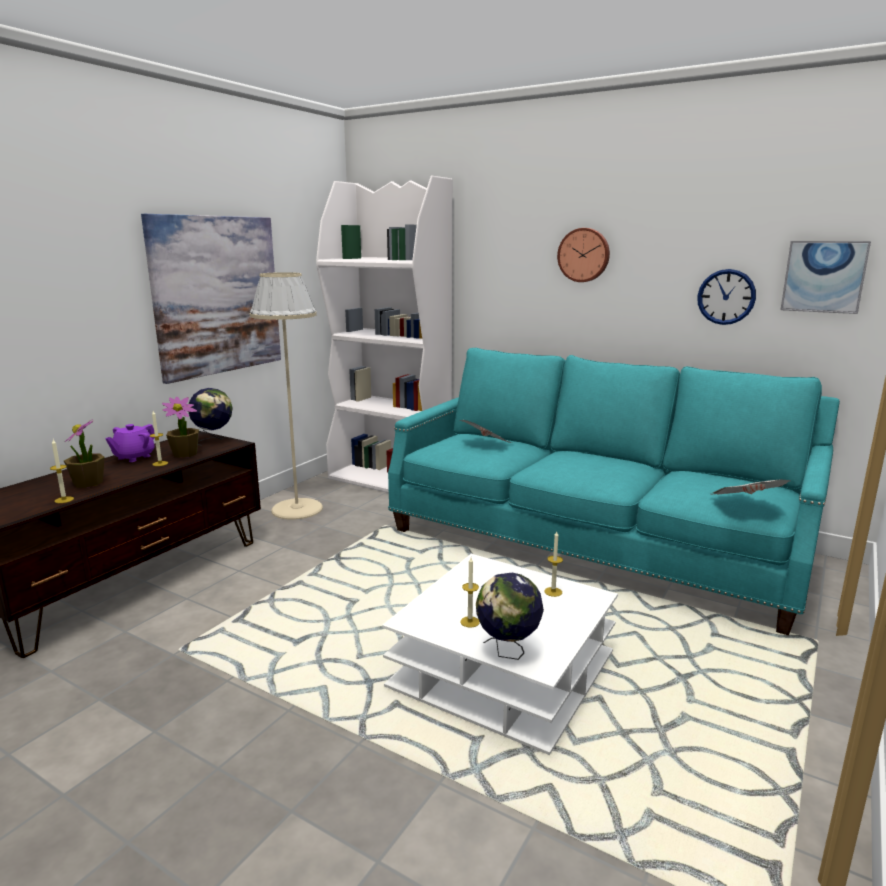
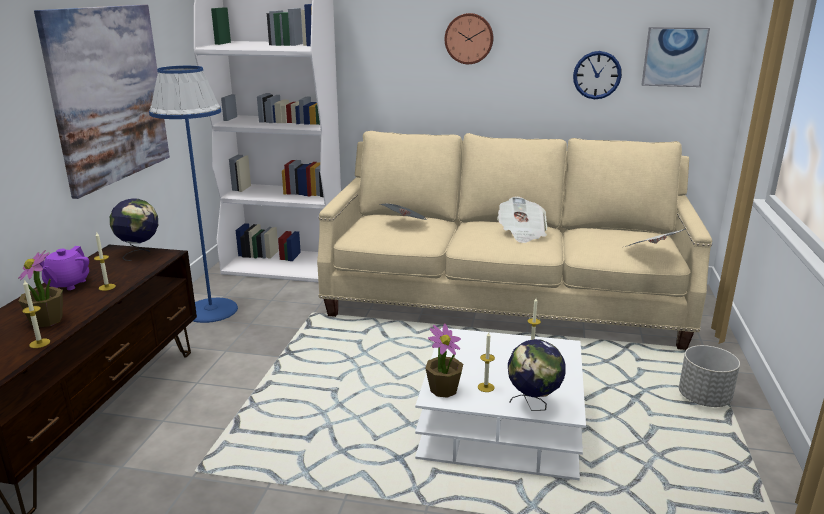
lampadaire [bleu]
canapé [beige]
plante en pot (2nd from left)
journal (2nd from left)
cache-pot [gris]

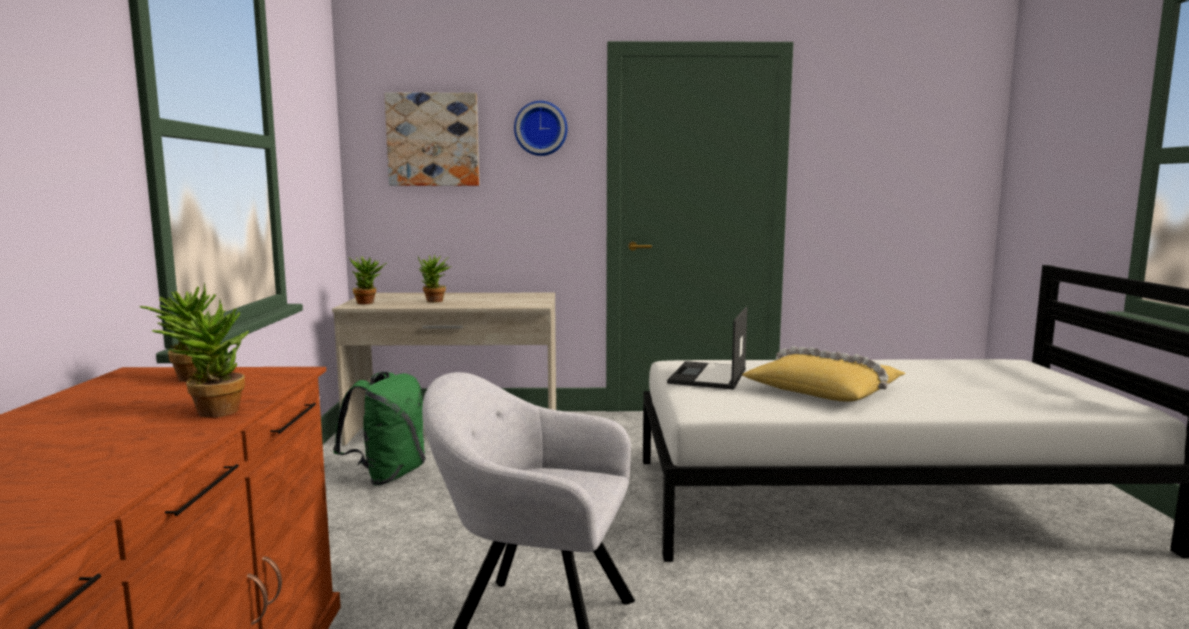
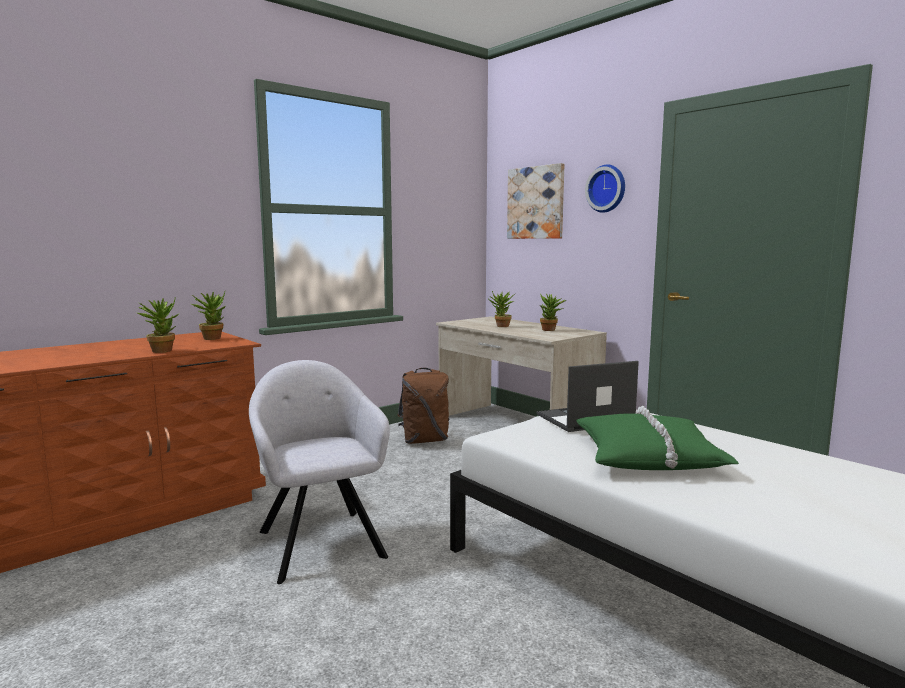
plante en pot (4th from left)
coussin [vert]
sac à dos [marron]

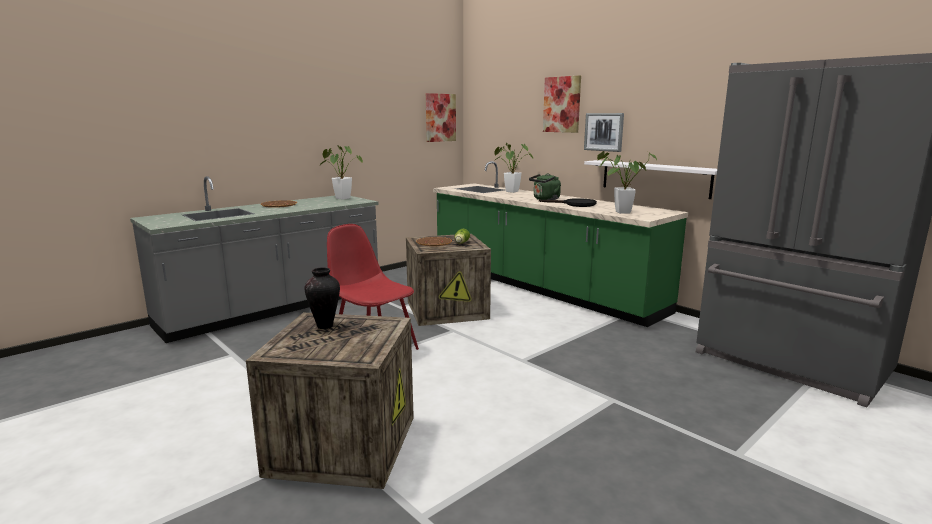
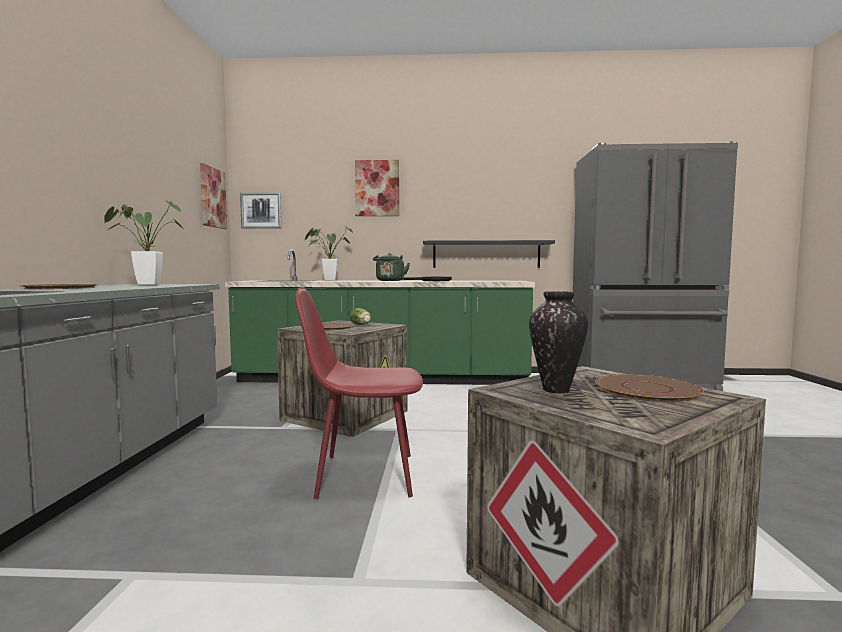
tableau (2nd from left)
plante en pot (3rd from left in the first image)
étagère [noir]
assiette [marron] (3rd from left)

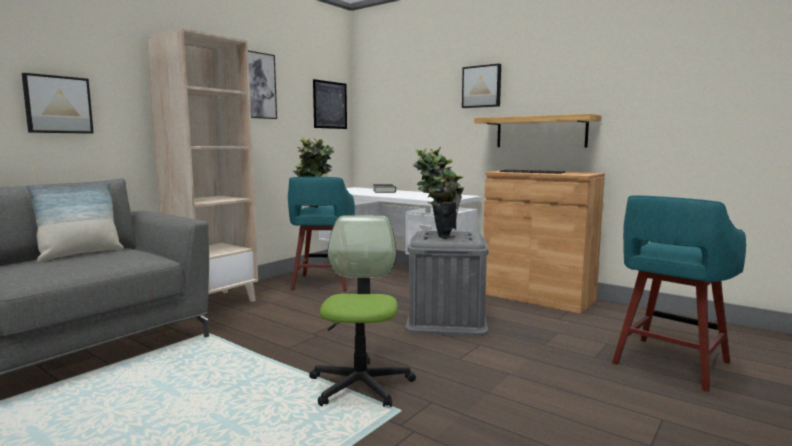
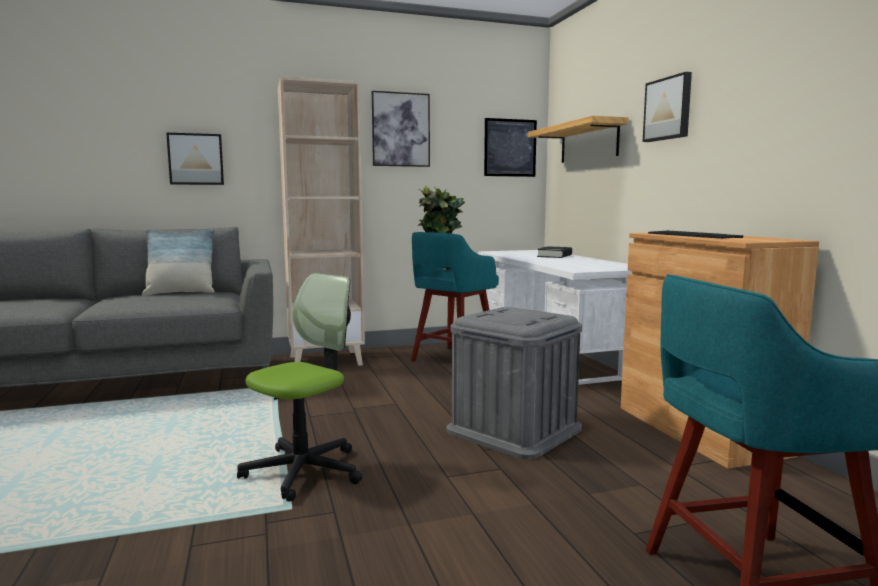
étagère
plante en pot (2nd from left in the first image)

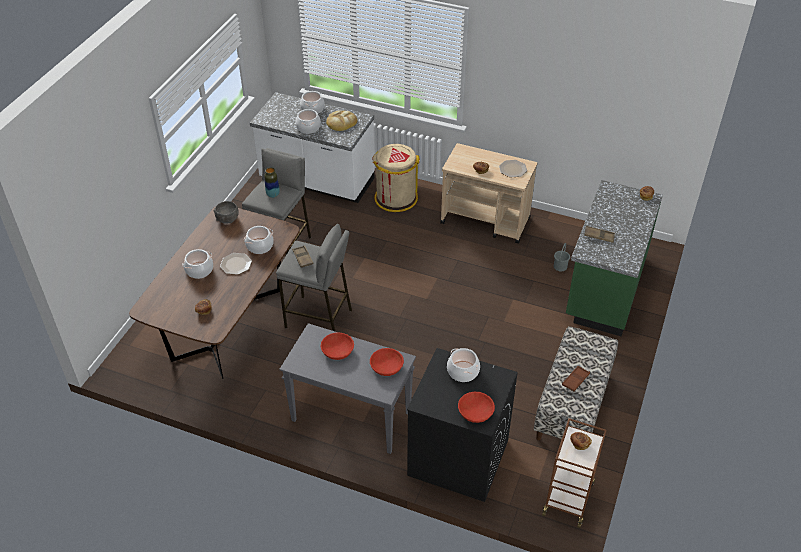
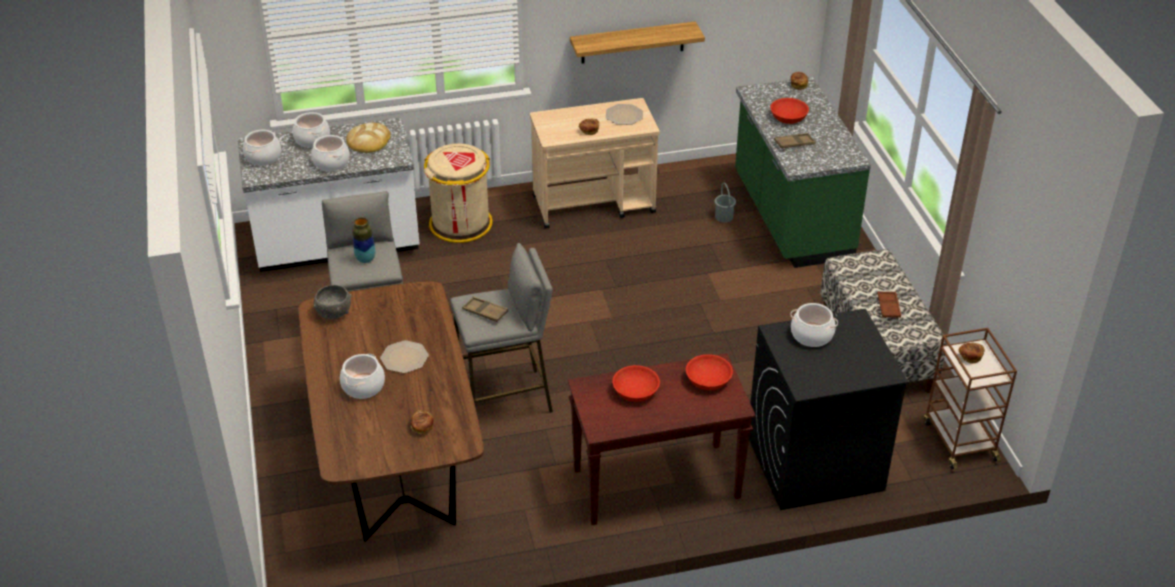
marmite (1st from left)
table console [marron]
bol [rouge] (3rd from left)
étagère

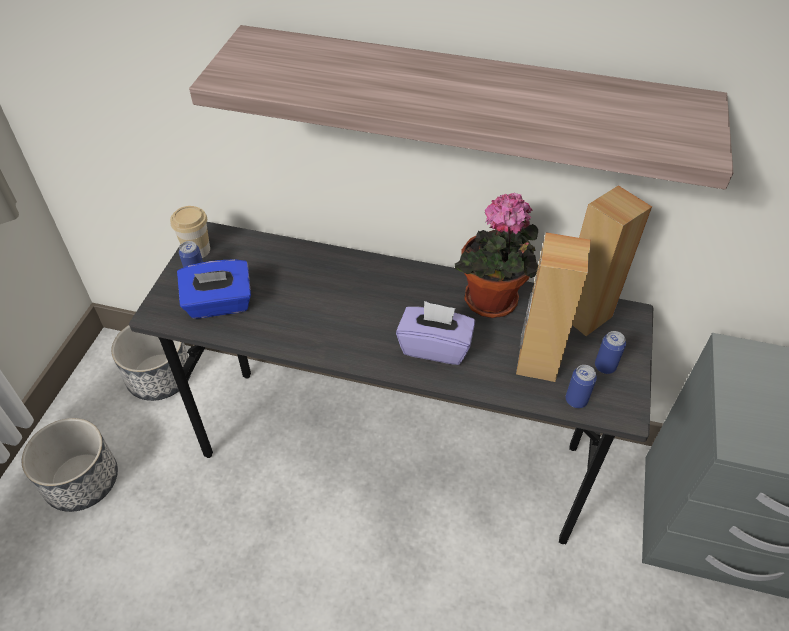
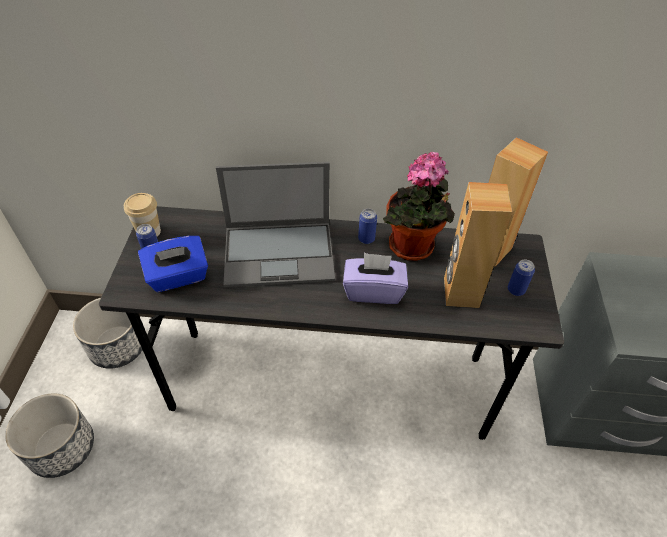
étagère
boîte métallique (2nd from left)
ordinateur portable

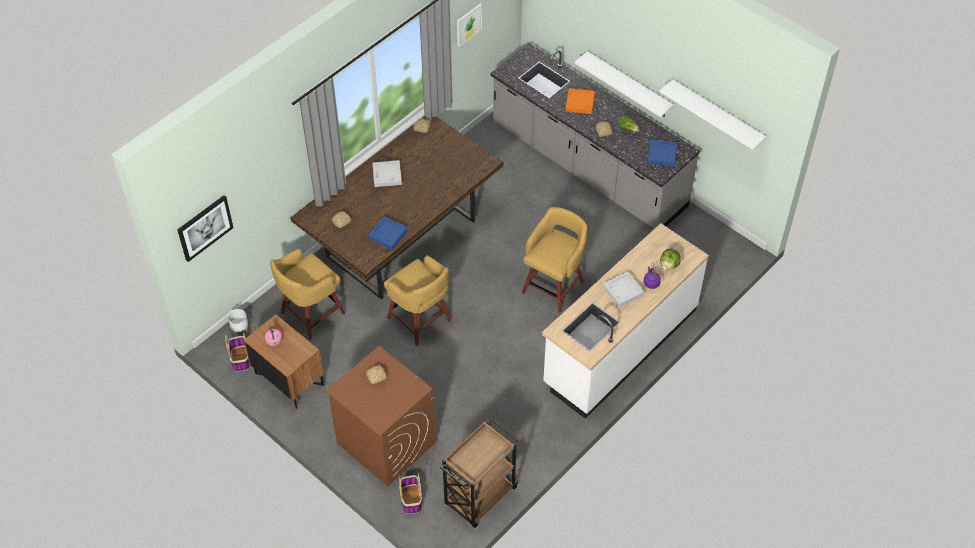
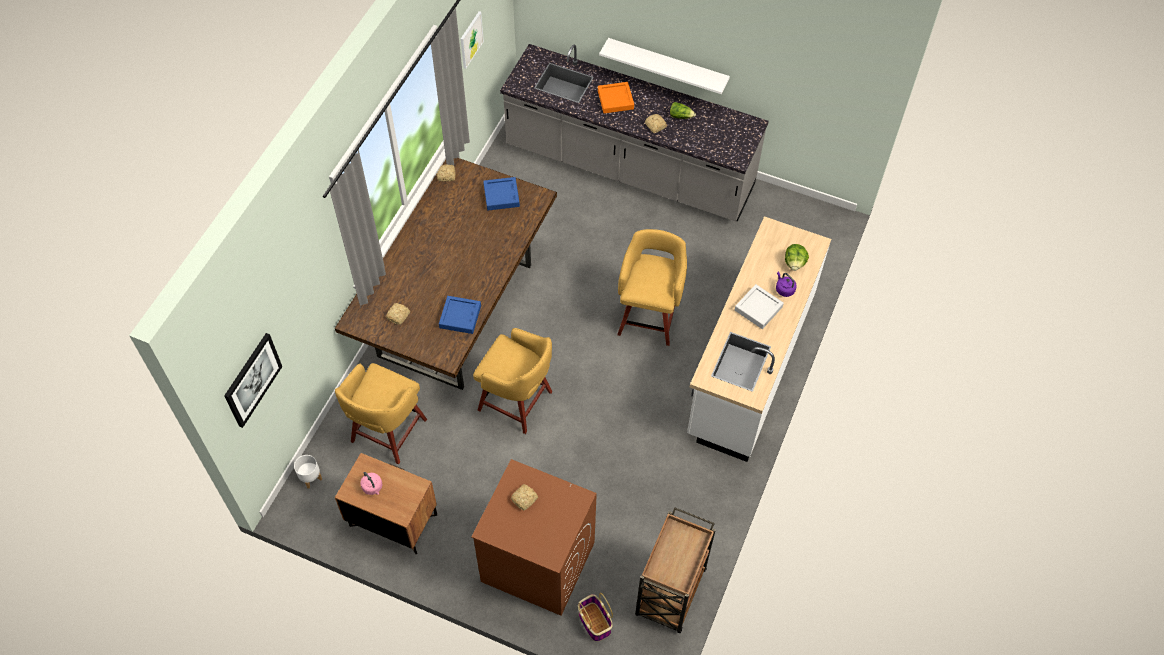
étagère [blanc] (2nd from left in the first image)
plateau [bleu] (2nd from left)
plateau [gris] (1st from left in the first image)
panier (1st from left in the first image)

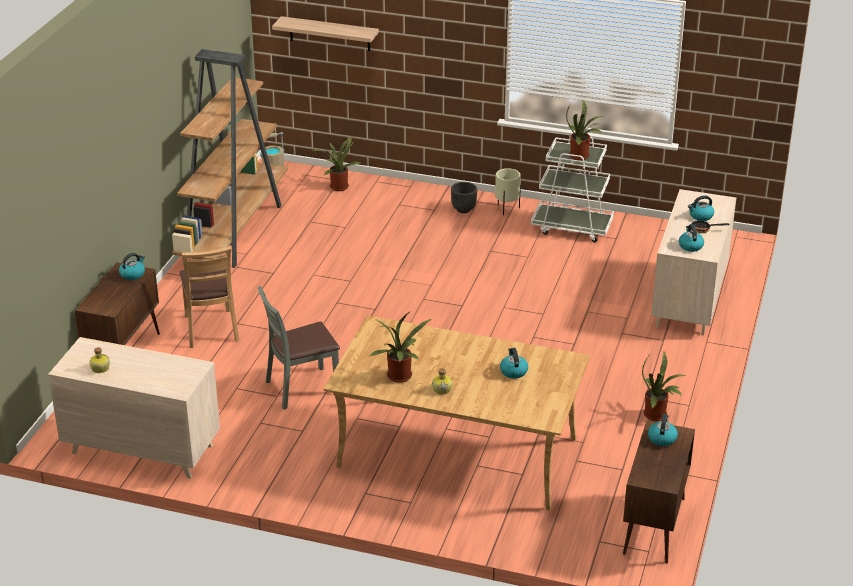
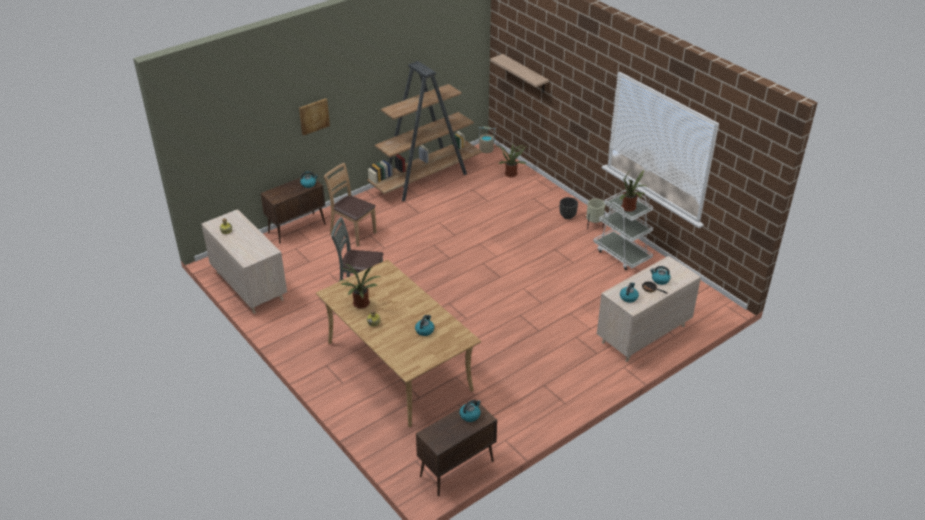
chaise [marron]
plante en pot (4th from left in the first image)
tableau

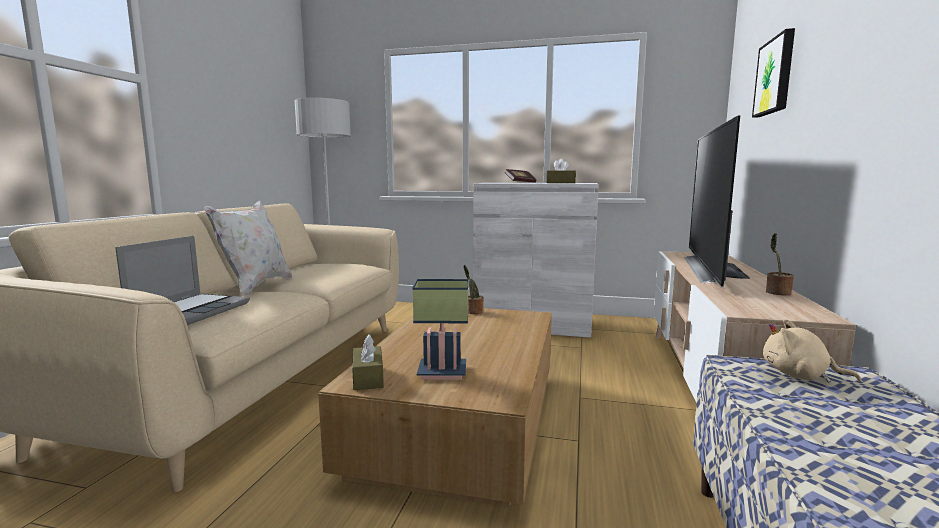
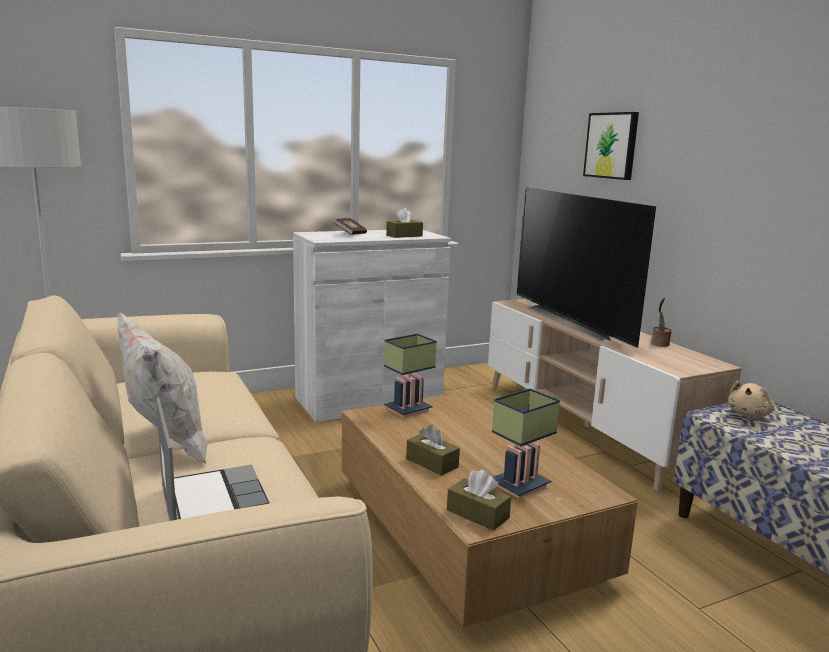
lampe de table (1st from left)
peluche [beige]
boîte à mouchoirs [marron] (2nd from left)

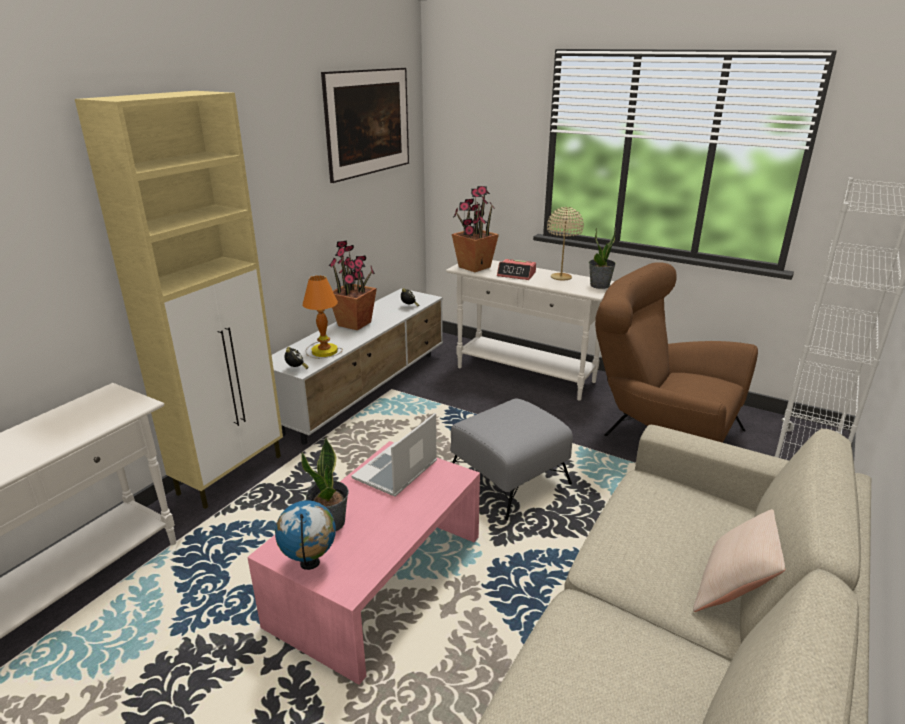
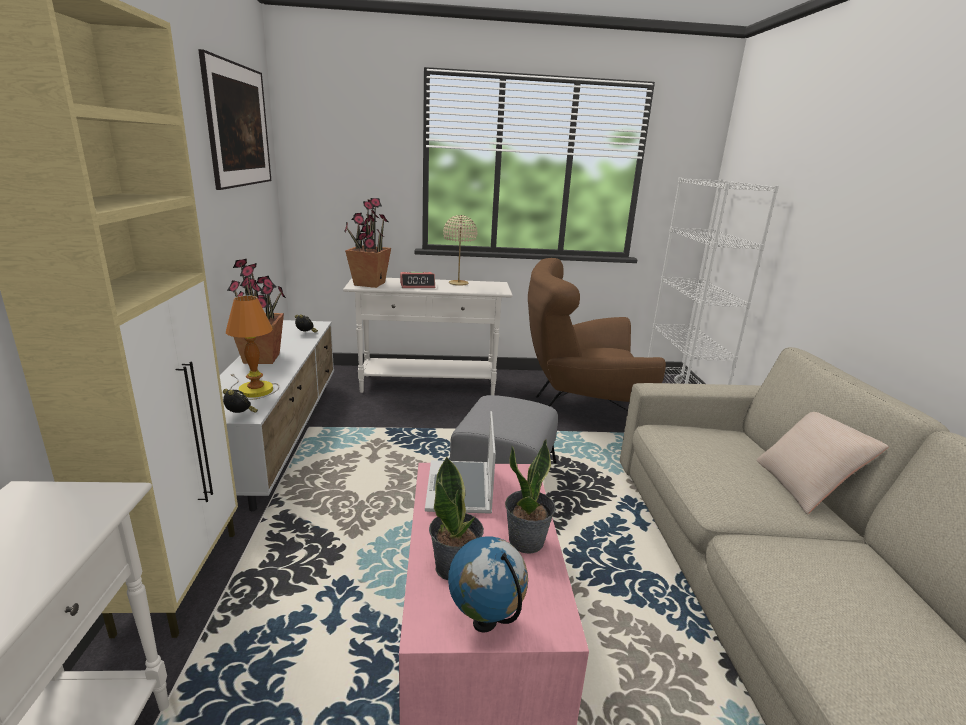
plante en pot (4th from left)

